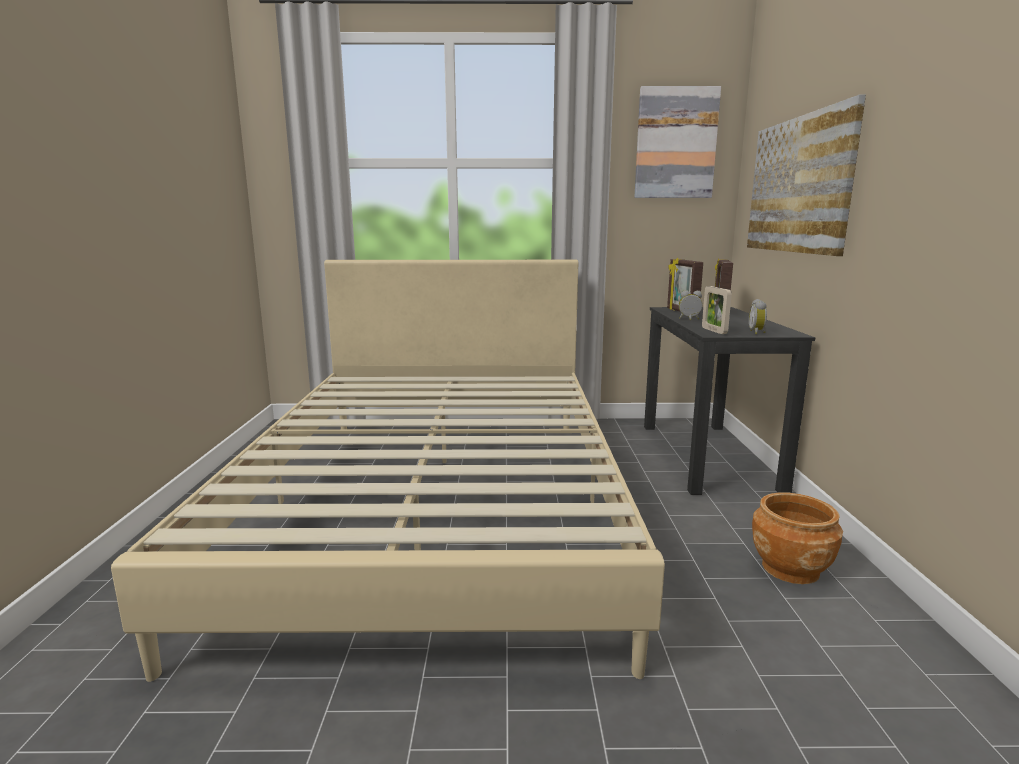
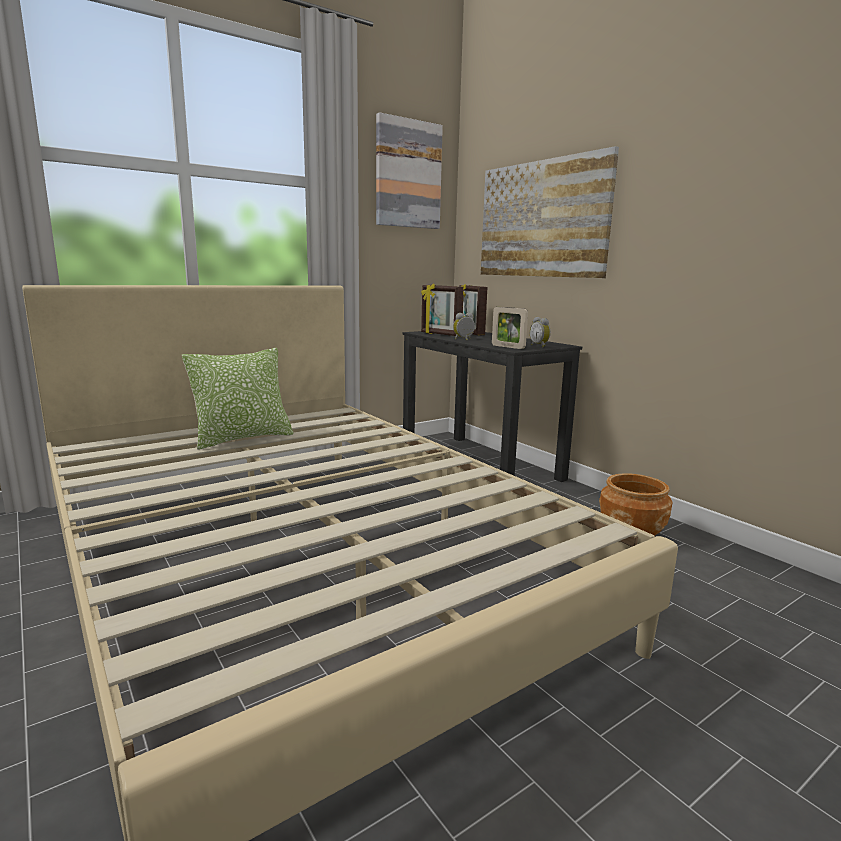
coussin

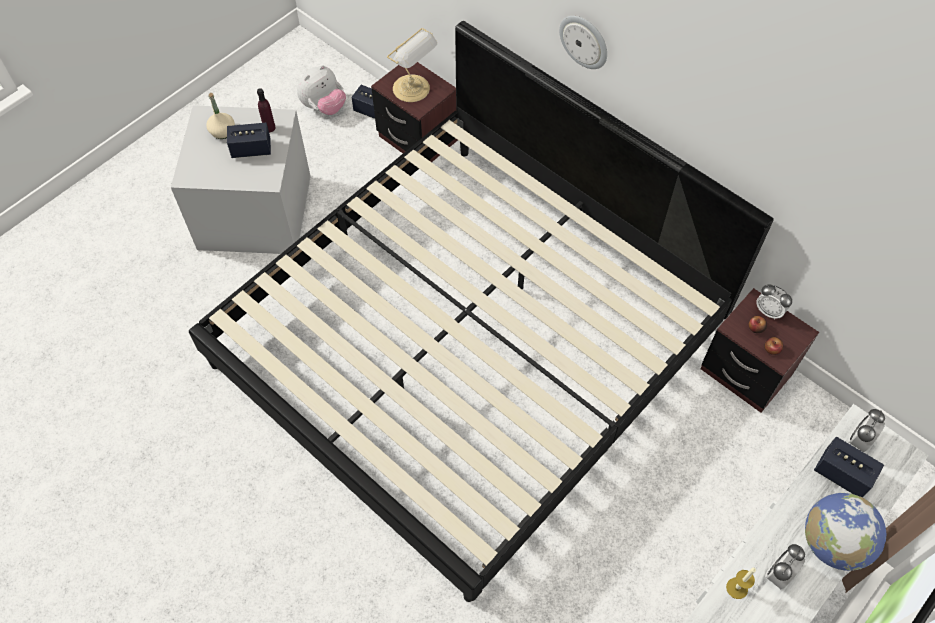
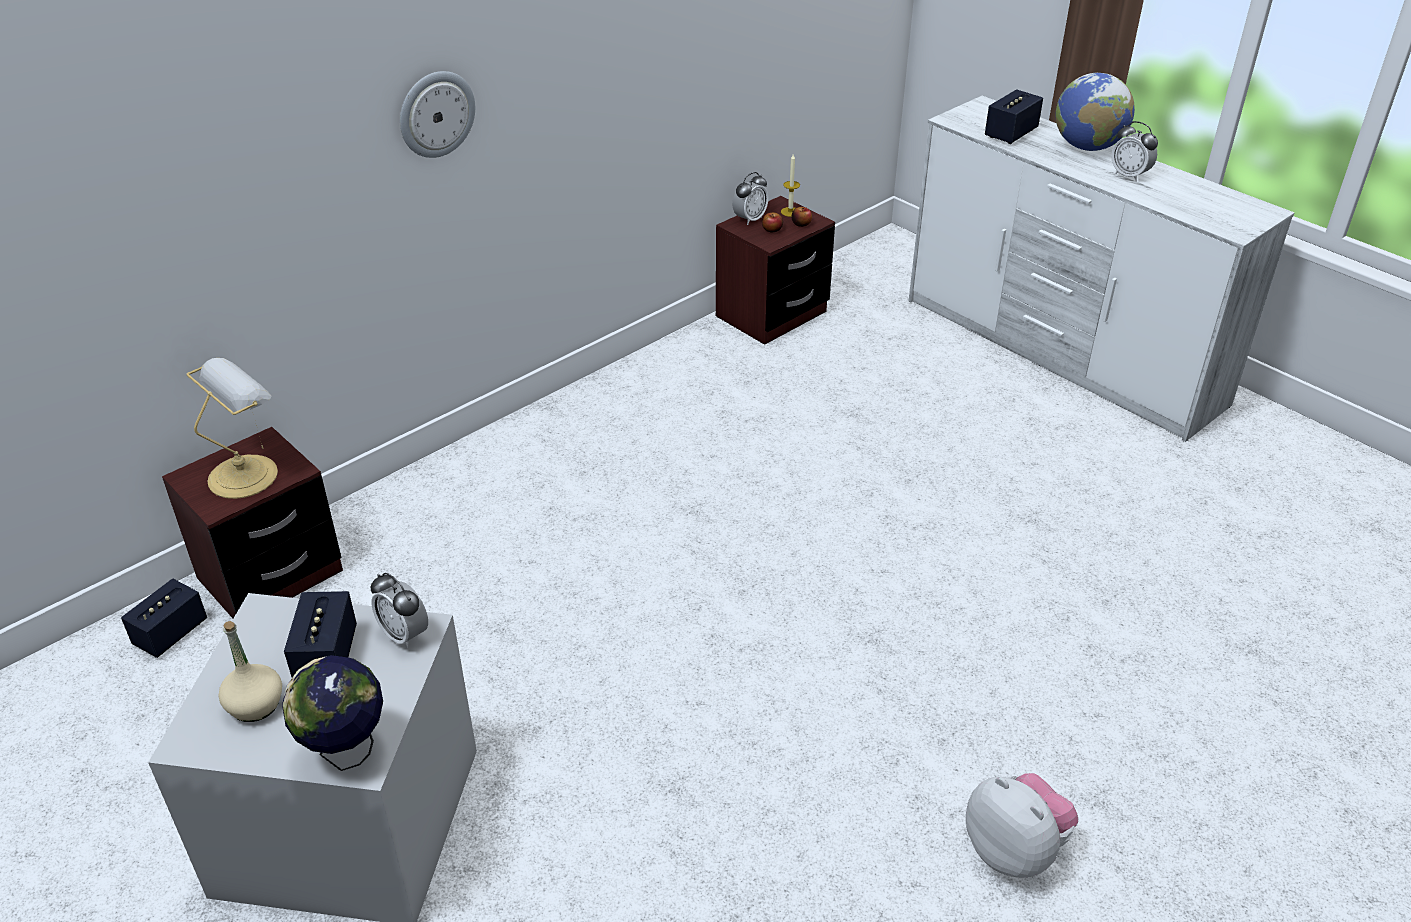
lit
peluche
bouteille [violet]
réveil (1st from left)
bougie
globe (1st from left)

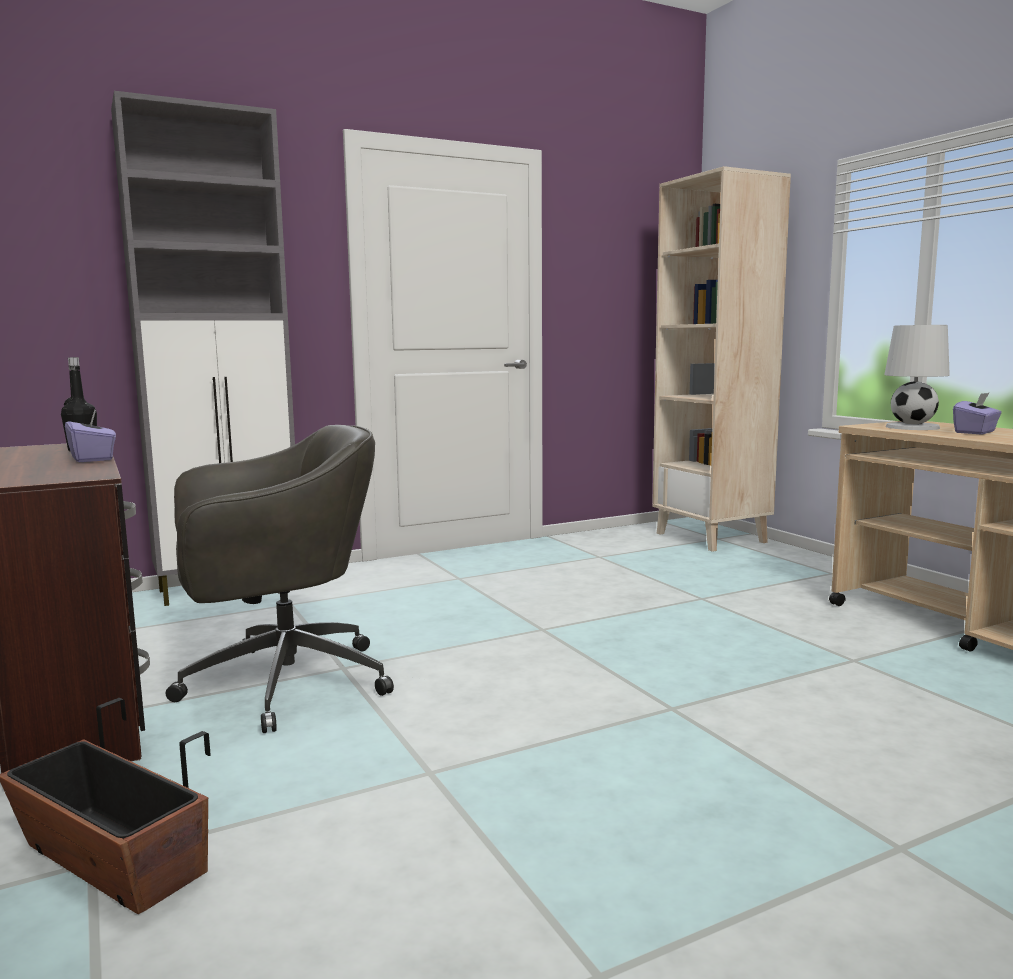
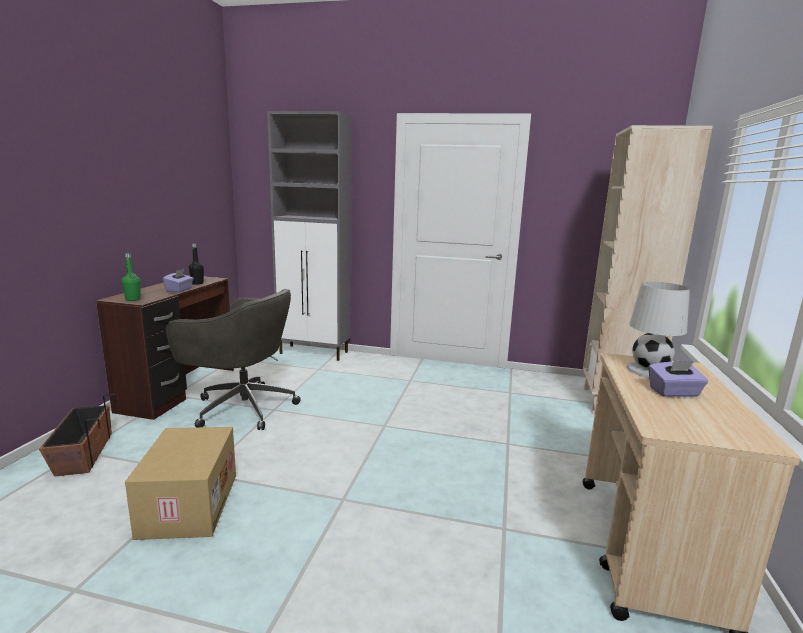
bouteille [vert]
carton

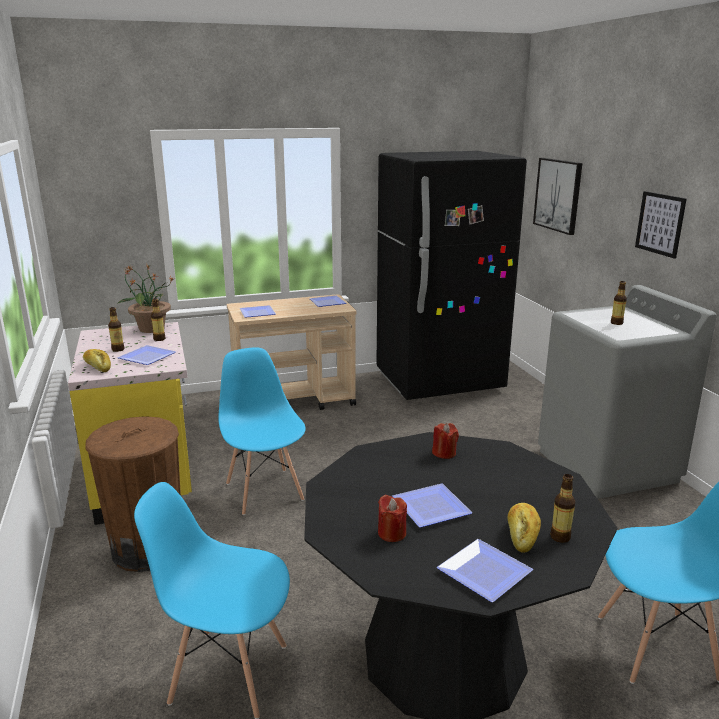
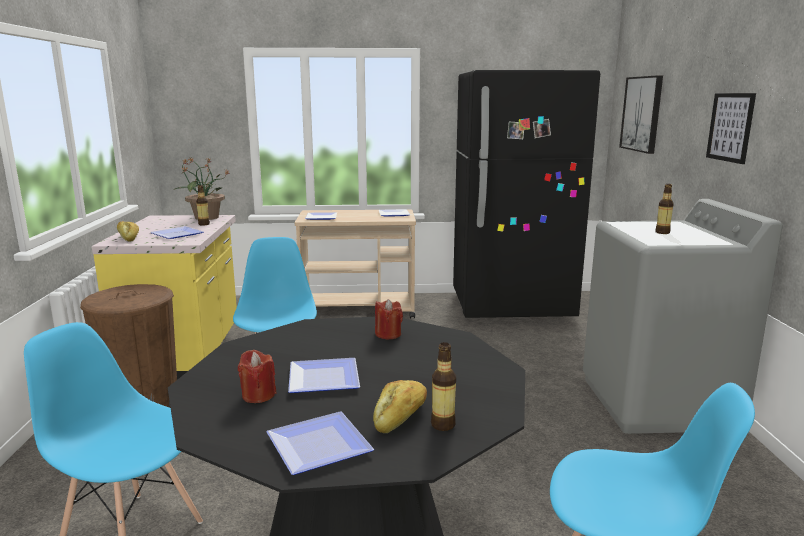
bouteille (1st from left in the first image)

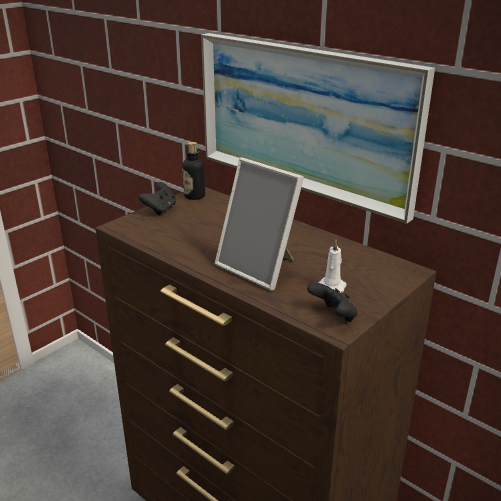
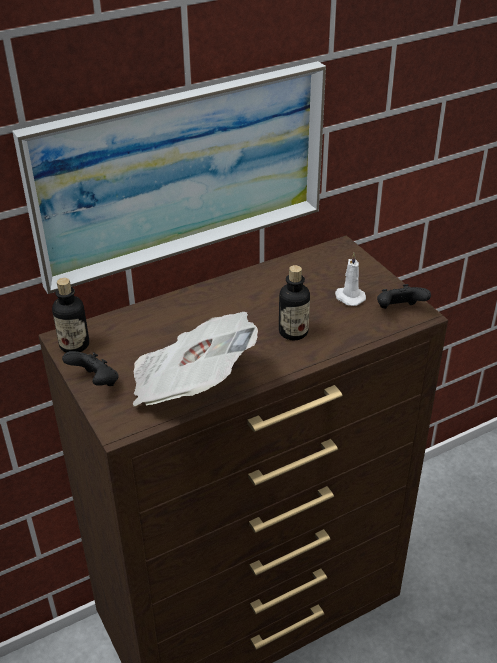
bouteille (2nd from left)
journal

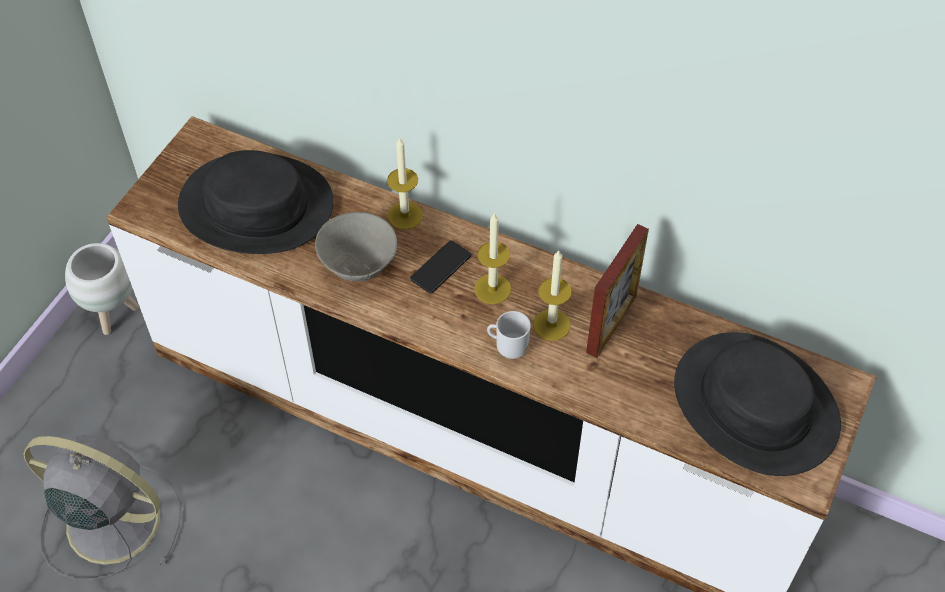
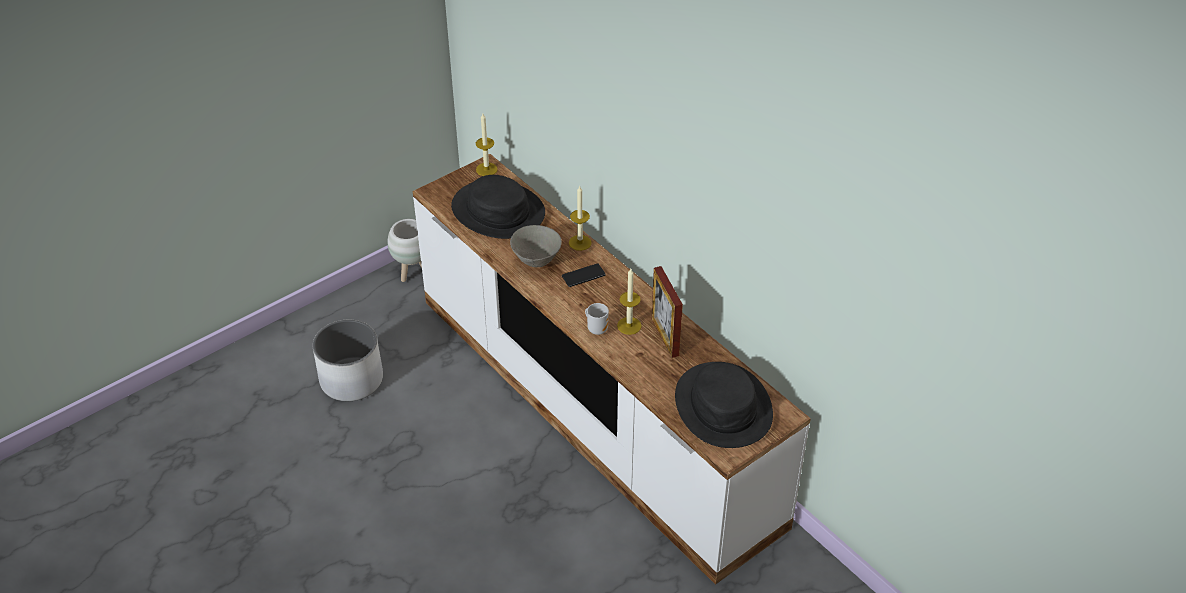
bougie (1st from left)
cadre photo
cache-pot [blanc] (1st from left)

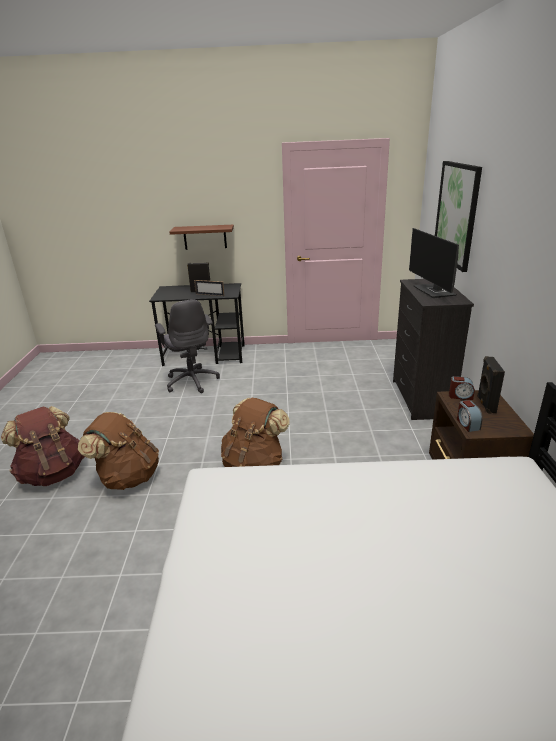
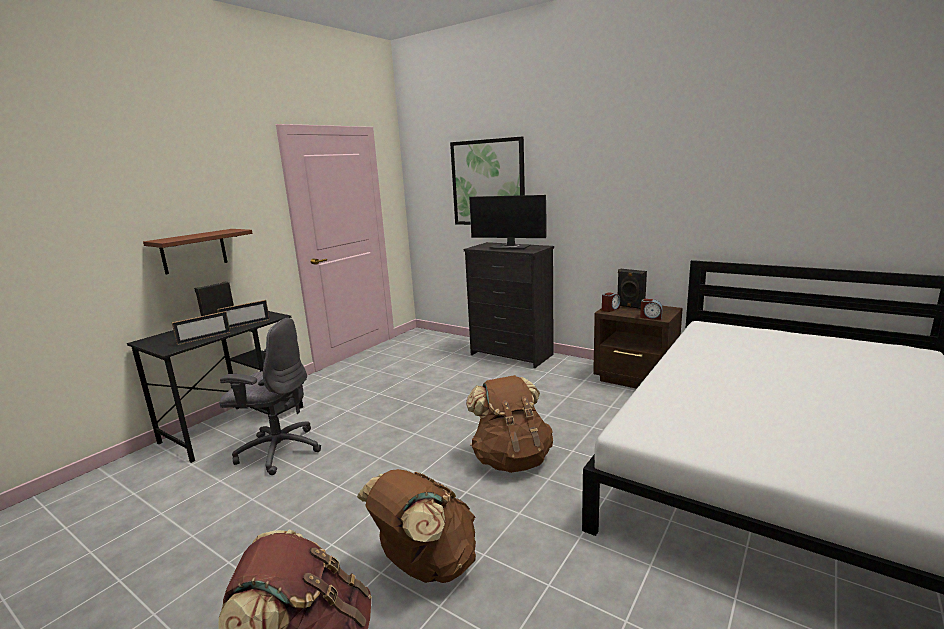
cadre photo (1st from left)

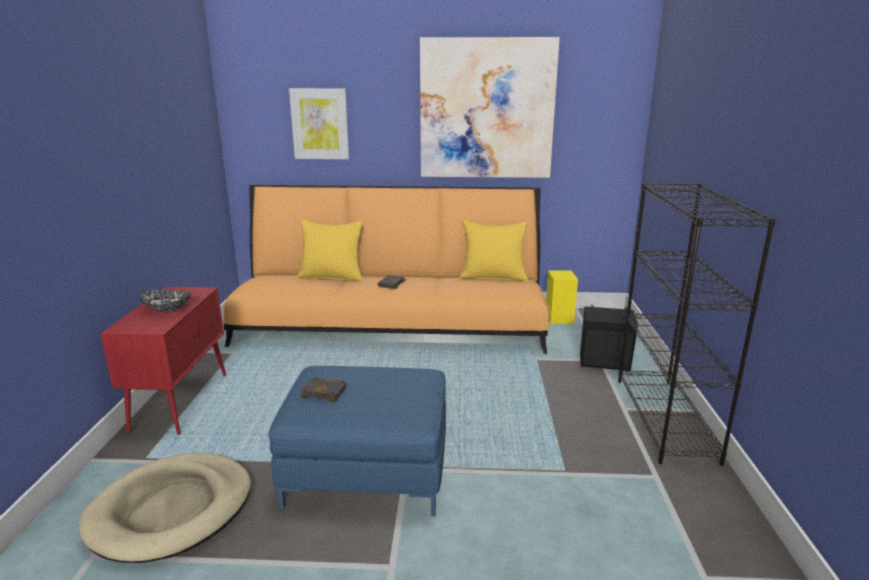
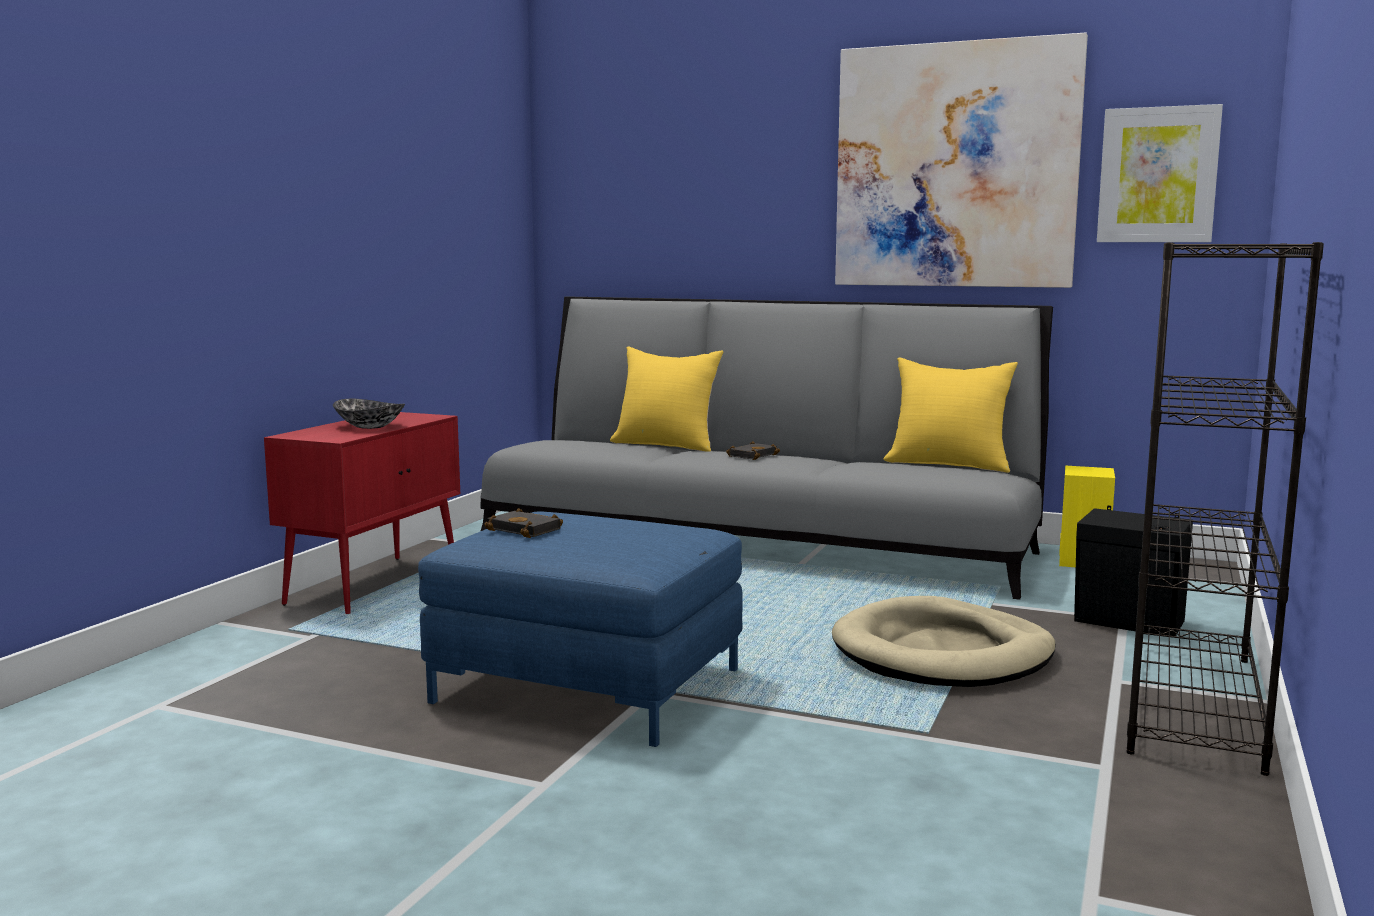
tableau (2nd from left)
canapé [gris]
panier pour chien [beige]

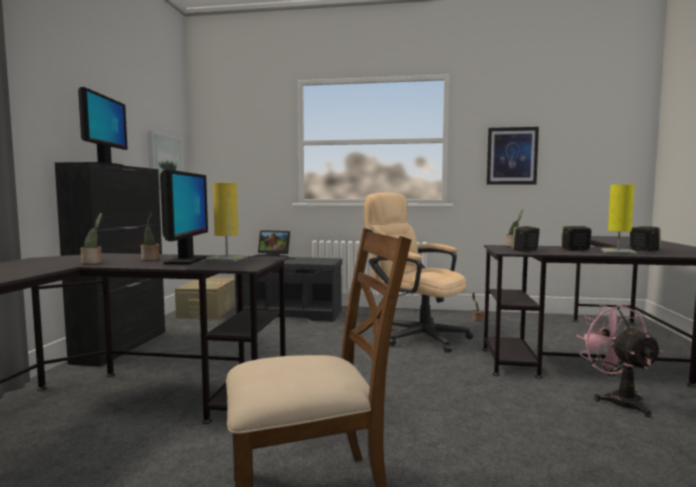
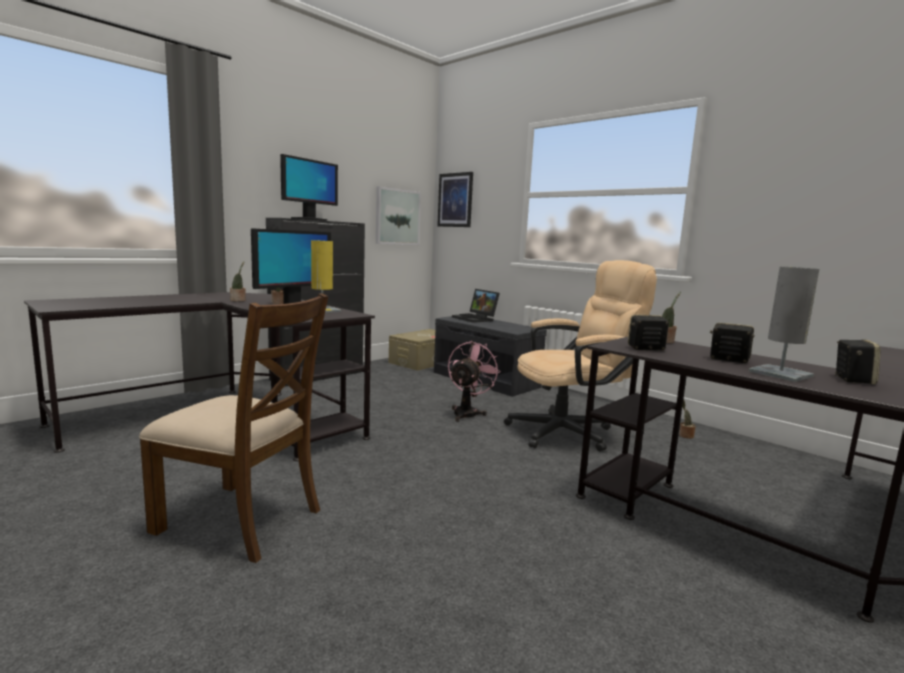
tableau (2nd from left)
lampe de table [gris]
chaise de bureau [beige]
ventilateur [rose]

